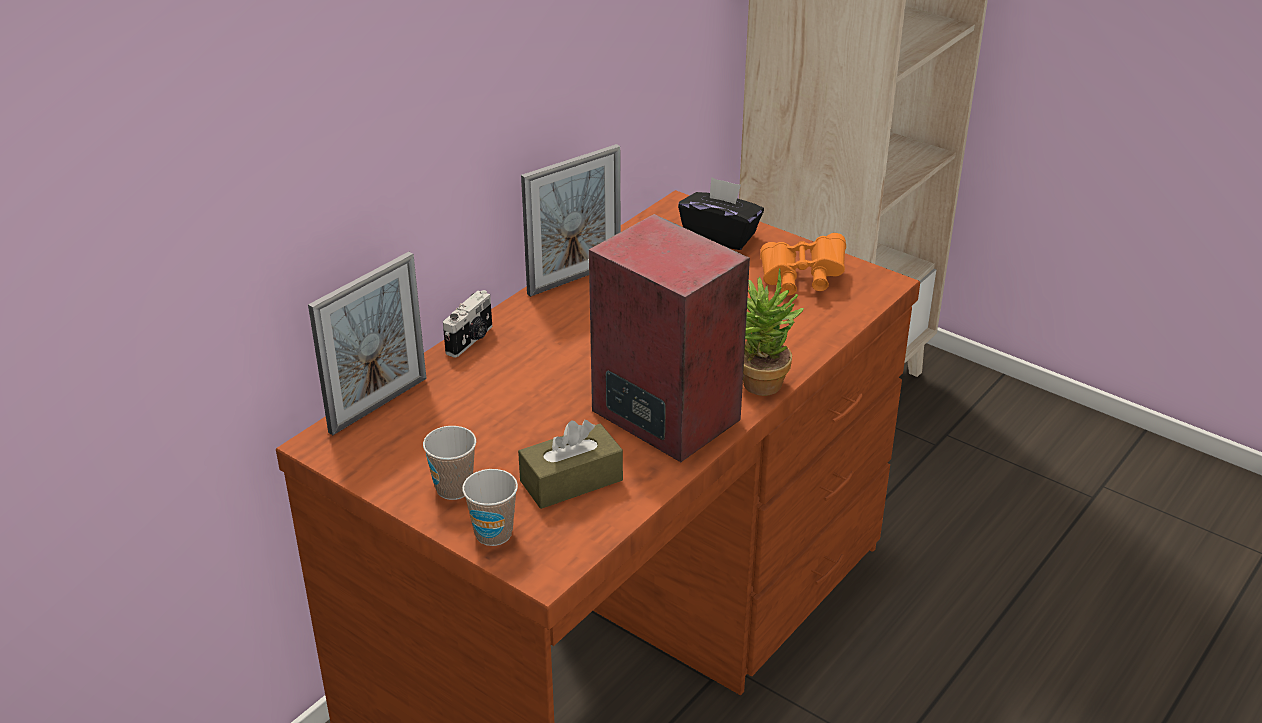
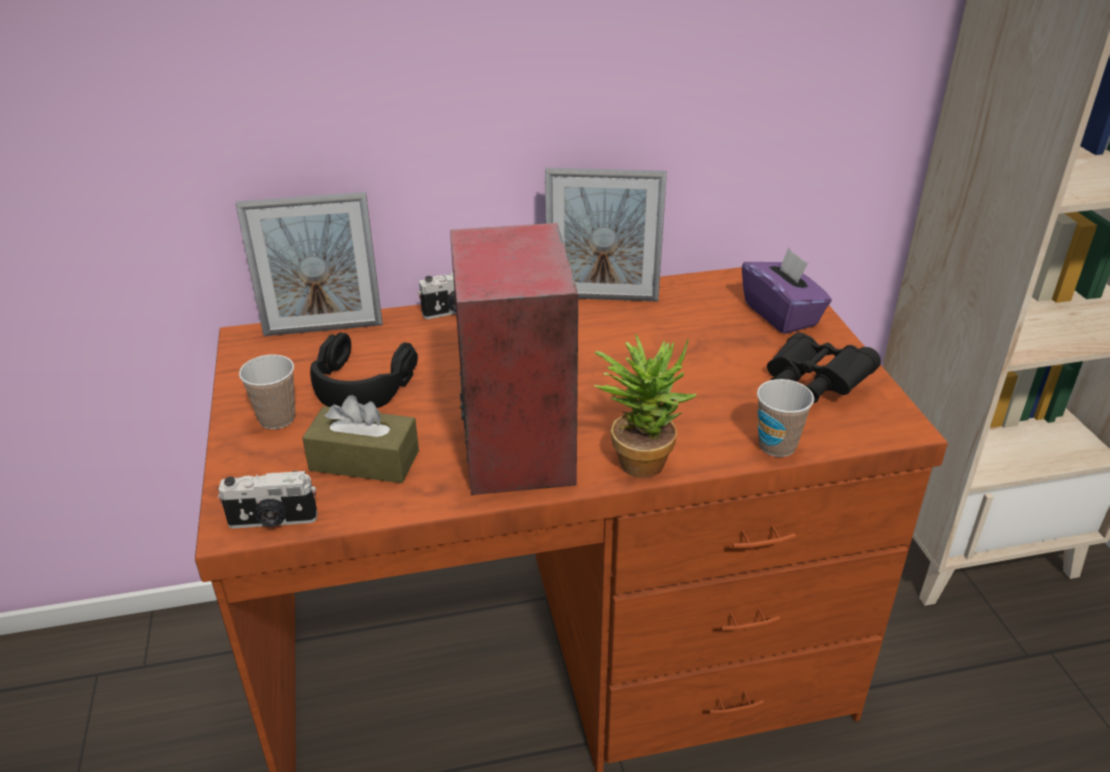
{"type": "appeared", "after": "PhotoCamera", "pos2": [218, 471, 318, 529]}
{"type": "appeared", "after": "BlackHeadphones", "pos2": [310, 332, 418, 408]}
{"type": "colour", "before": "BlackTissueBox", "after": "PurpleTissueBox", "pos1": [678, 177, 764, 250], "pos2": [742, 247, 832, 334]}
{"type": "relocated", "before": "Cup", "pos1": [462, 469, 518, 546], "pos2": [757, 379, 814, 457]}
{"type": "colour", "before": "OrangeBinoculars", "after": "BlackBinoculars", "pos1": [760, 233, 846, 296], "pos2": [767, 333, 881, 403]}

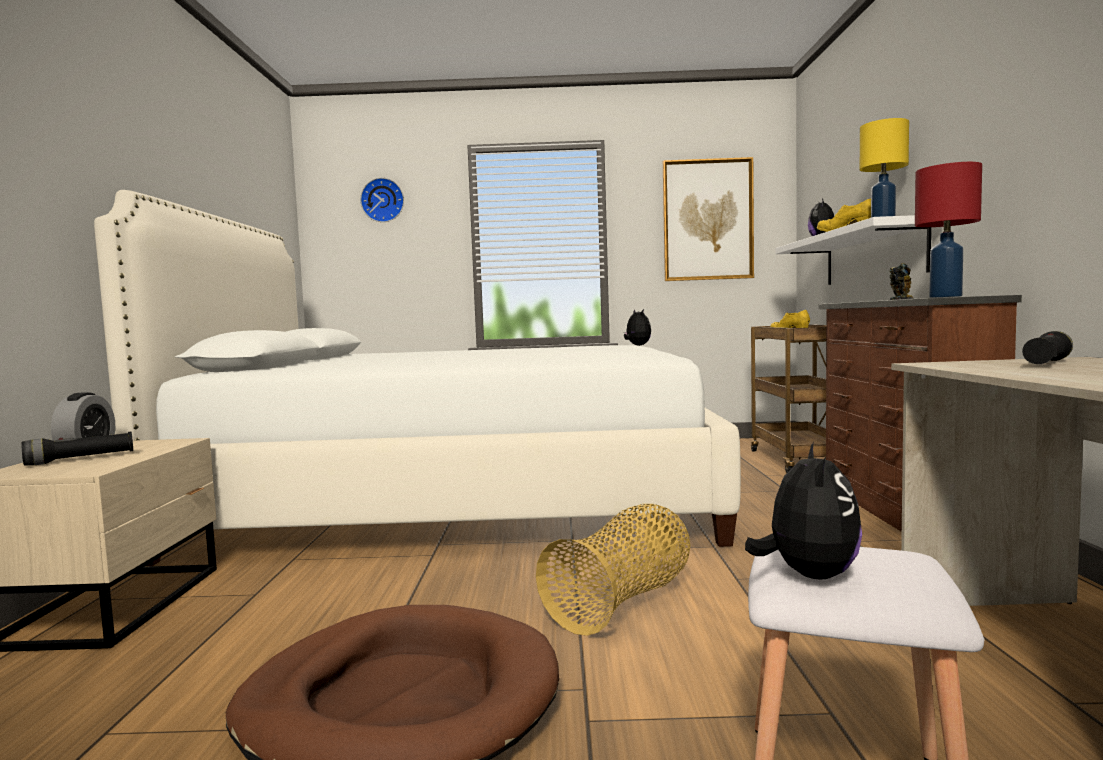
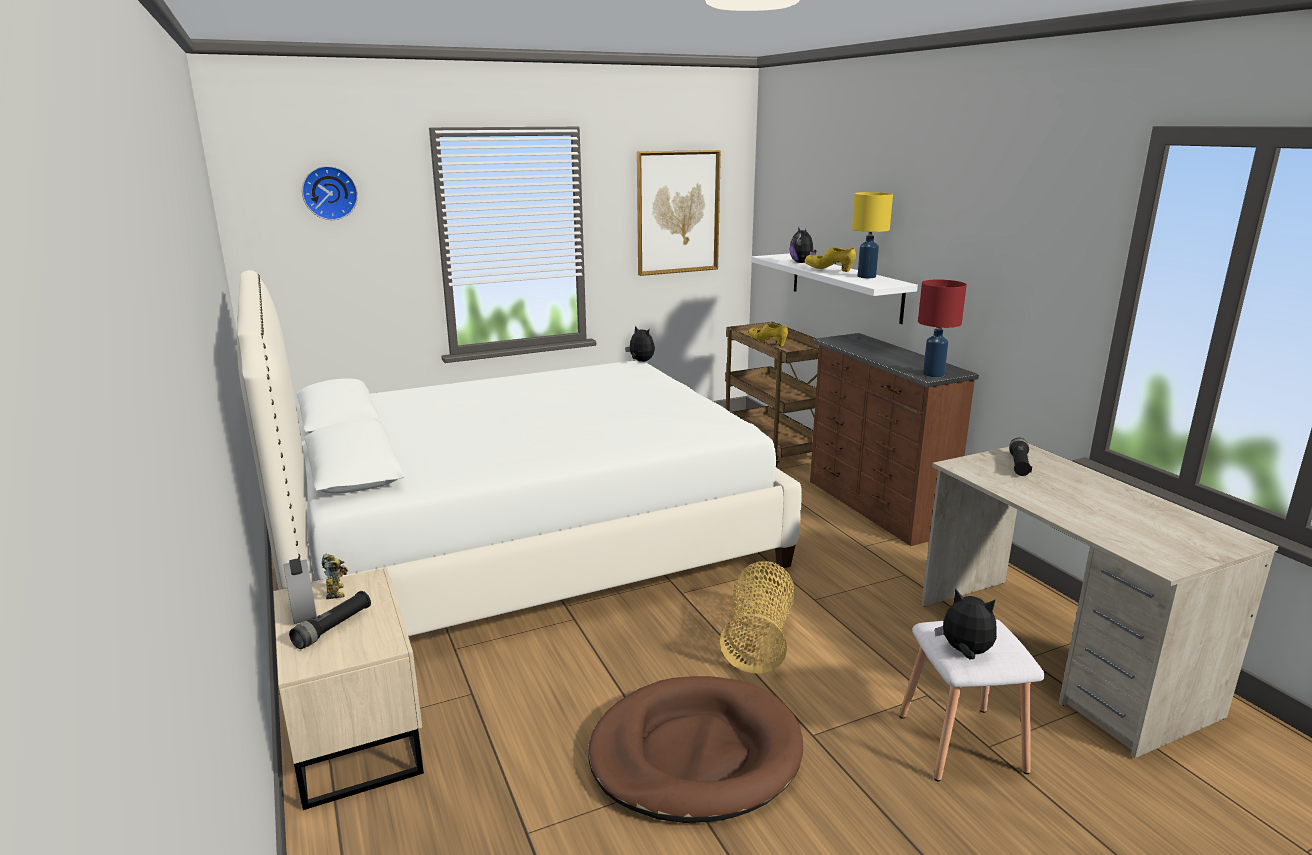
{"type": "relocated", "before": "ToyRobot", "pos1": [889, 263, 914, 300], "pos2": [322, 554, 348, 599]}
{"type": "spun", "before": "PlushToy", "pos1": [745, 442, 862, 579], "pos2": [935, 588, 997, 659], "turn": -45}

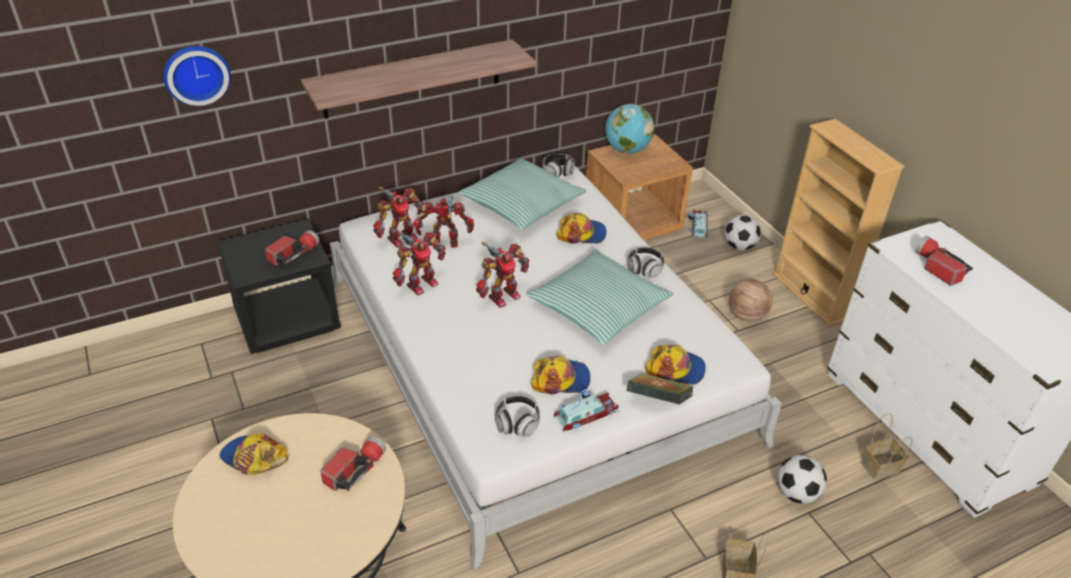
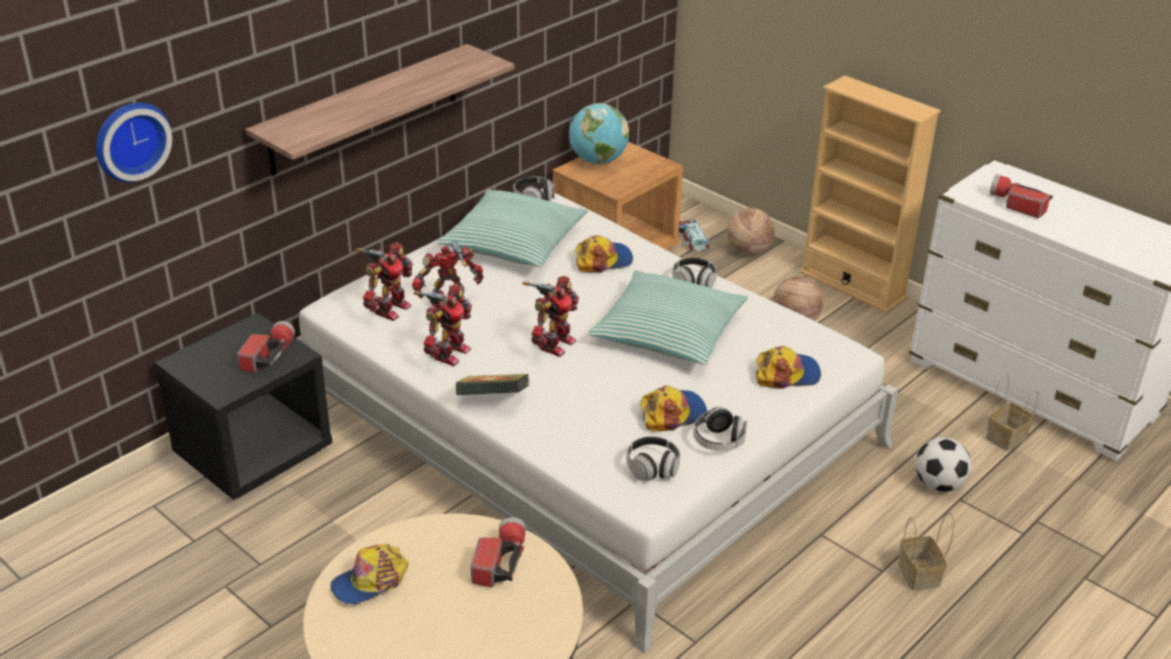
{"type": "spun", "before": "Cap", "pos1": [219, 434, 288, 475], "pos2": [331, 544, 409, 604], "turn": -45}
{"type": "relocated", "before": "Book", "pos1": [627, 373, 694, 404], "pos2": [456, 374, 529, 395]}
{"type": "exchanged", "before": "ToyCar", "after": "Headphones", "pos1": [553, 389, 619, 432], "pos2": [693, 407, 747, 451]}
{"type": "exchanged", "before": "Football", "after": "Basketball", "pos1": [725, 215, 761, 250], "pos2": [727, 208, 774, 255]}

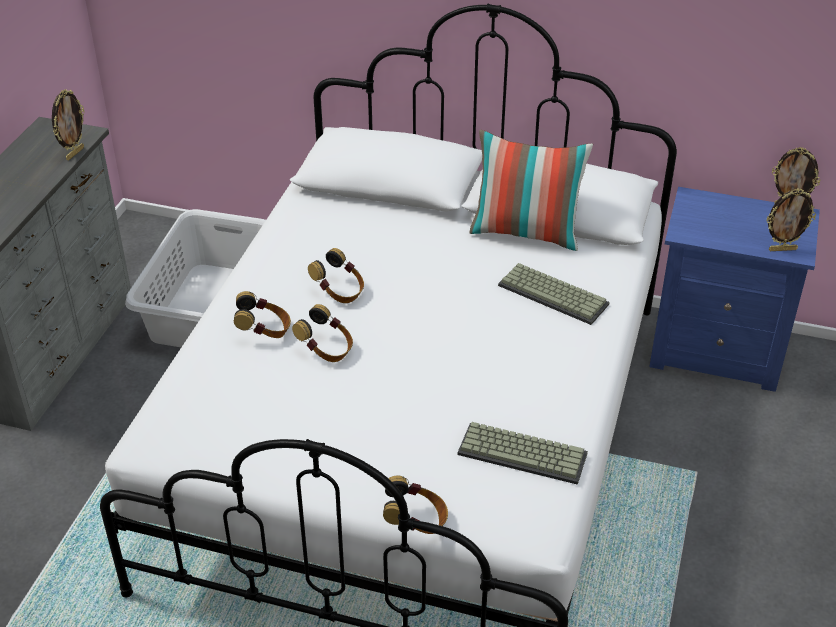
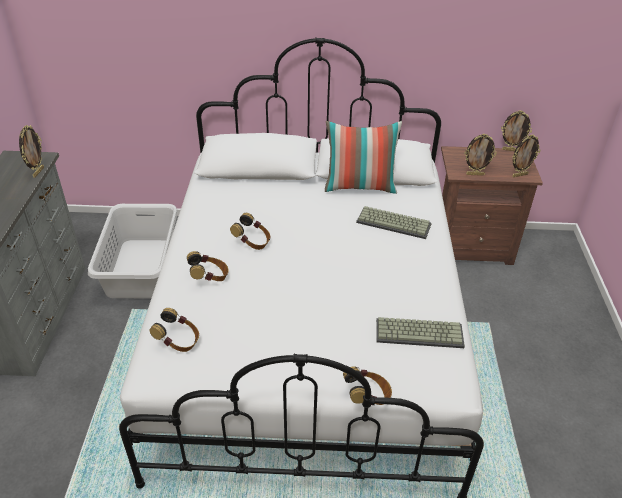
{"type": "relocated", "before": "Headphones", "pos1": [292, 304, 353, 362], "pos2": [150, 308, 199, 352]}
{"type": "colour", "before": "BlueNightstand", "after": "BrownNightstand", "pos1": [649, 187, 820, 392], "pos2": [441, 146, 543, 265]}
{"type": "appeared", "after": "PictureFrame", "pos2": [464, 134, 497, 176]}

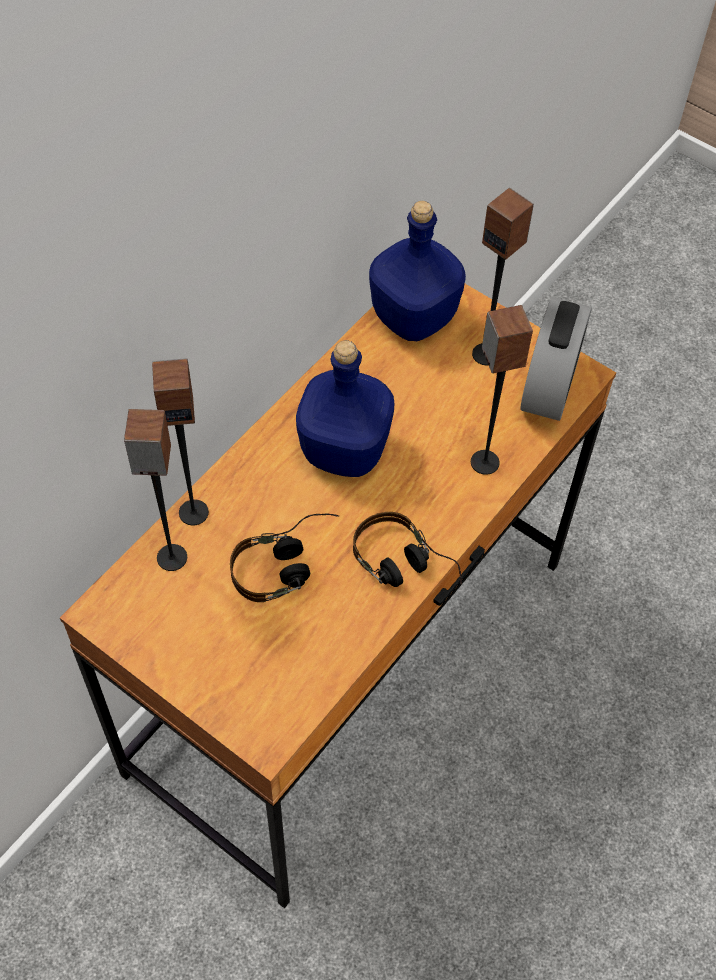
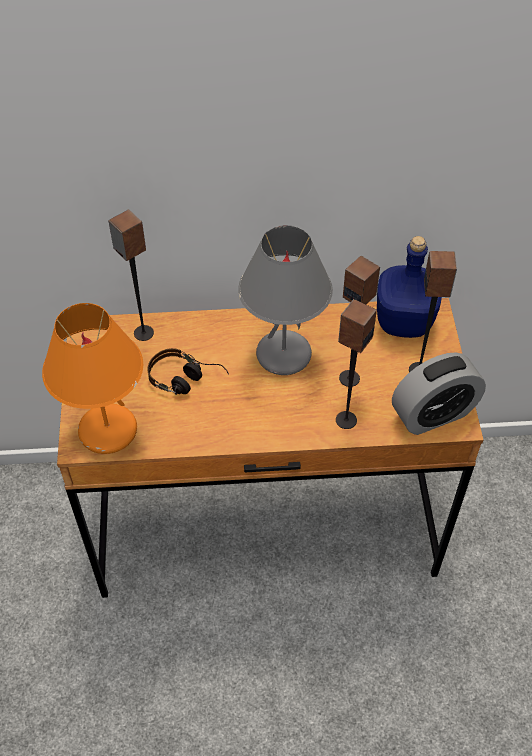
{"type": "appeared", "after": "OrangeTableLamp", "pos2": [42, 303, 143, 454]}
{"type": "exchanged", "before": "BlueBottle", "after": "GreyTableLamp", "pos1": [296, 340, 394, 477], "pos2": [238, 225, 333, 375]}
{"type": "relocated", "before": "Speaker", "pos1": [152, 358, 209, 525], "pos2": [339, 255, 380, 387]}
{"type": "missing", "before": "Headphones", "pos1": [353, 512, 462, 587]}

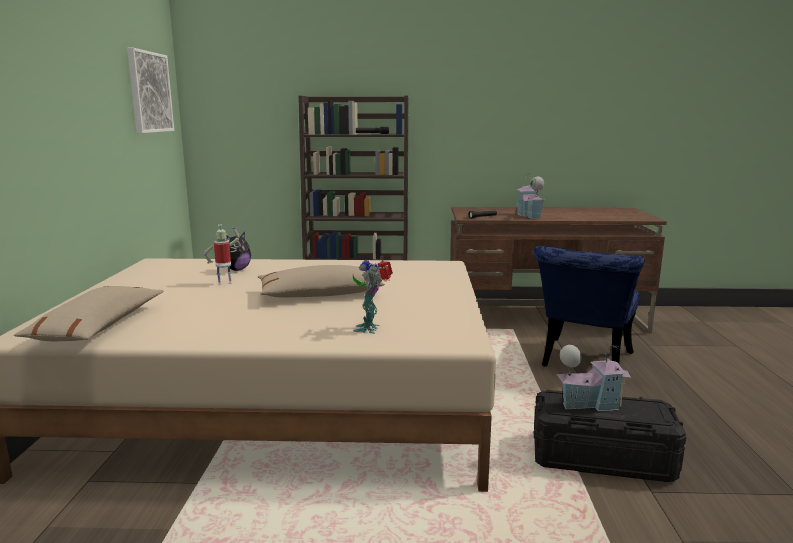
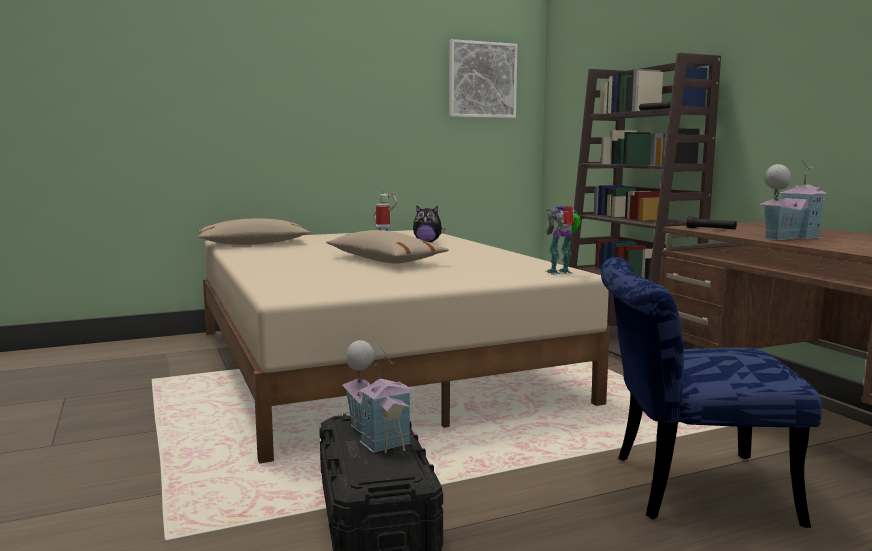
{"type": "relocated", "before": "ToyRobot", "pos1": [353, 260, 393, 334], "pos2": [546, 206, 581, 275]}

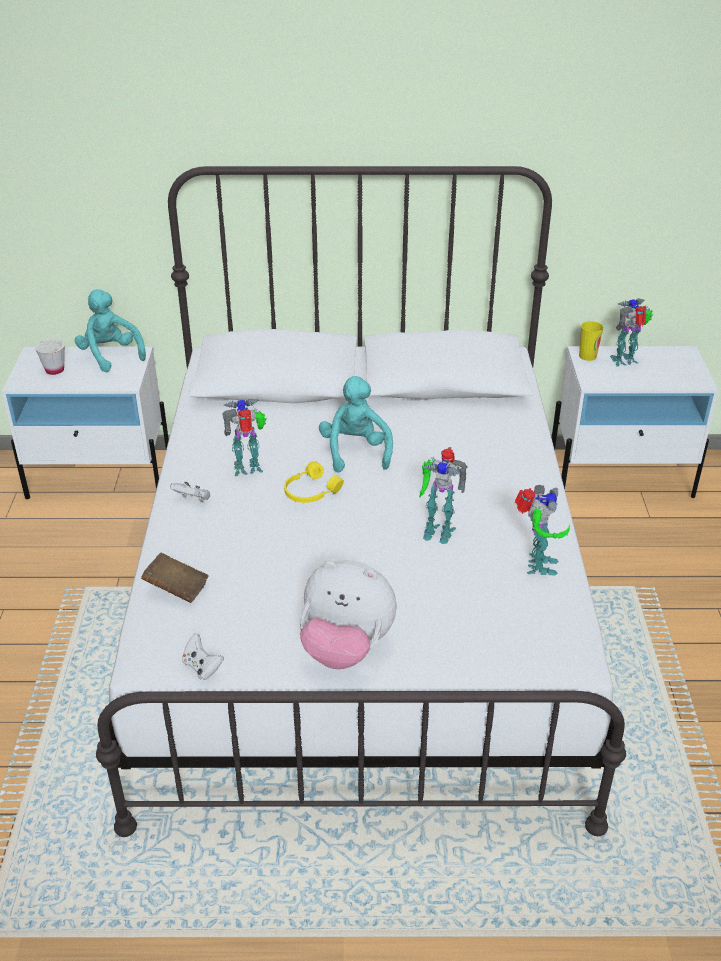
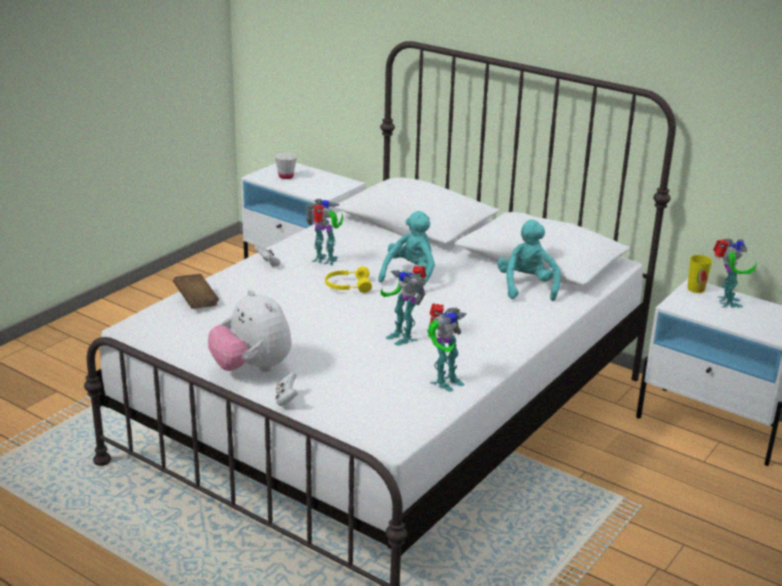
{"type": "relocated", "before": "WhiteGameController", "pos1": [182, 633, 224, 680], "pos2": [276, 372, 298, 406]}
{"type": "relocated", "before": "TurquoisePlushToy", "pos1": [75, 289, 146, 372], "pos2": [497, 220, 561, 301]}
{"type": "spun", "before": "ToyRobot", "pos1": [610, 298, 653, 367], "pos2": [713, 238, 756, 308], "turn": 75}

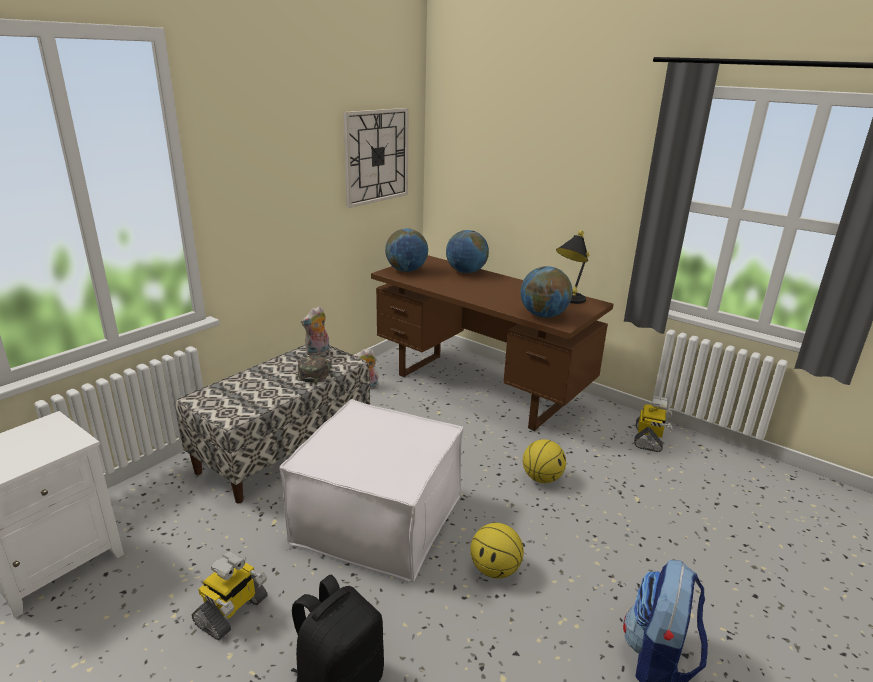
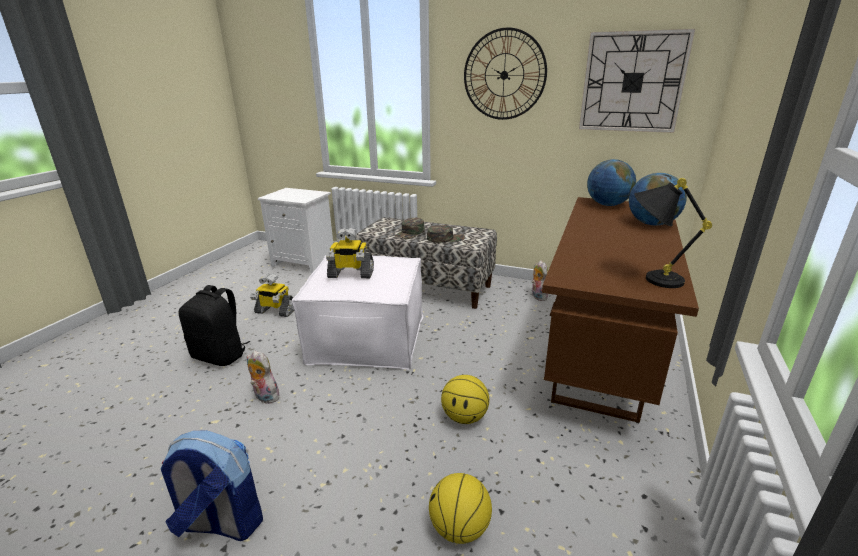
{"type": "relocated", "before": "PlushToy", "pos1": [301, 306, 329, 356], "pos2": [247, 351, 279, 404]}
{"type": "relocated", "before": "ToyRobot", "pos1": [634, 396, 672, 452], "pos2": [326, 228, 374, 278]}
{"type": "appeared", "after": "GreenCap", "pos2": [394, 217, 425, 239]}
{"type": "relocated", "before": "Basketball", "pos1": [470, 523, 524, 578], "pos2": [429, 473, 492, 544]}
{"type": "appeared", "after": "WallClock", "pos2": [464, 27, 547, 120]}
{"type": "missing", "before": "Globe", "pos1": [520, 266, 572, 318]}

